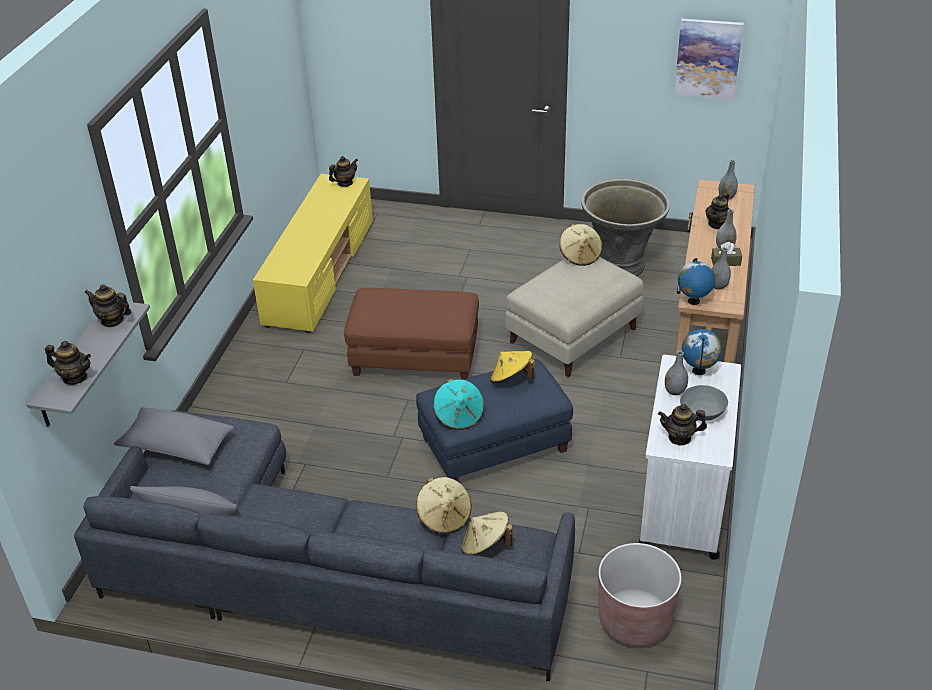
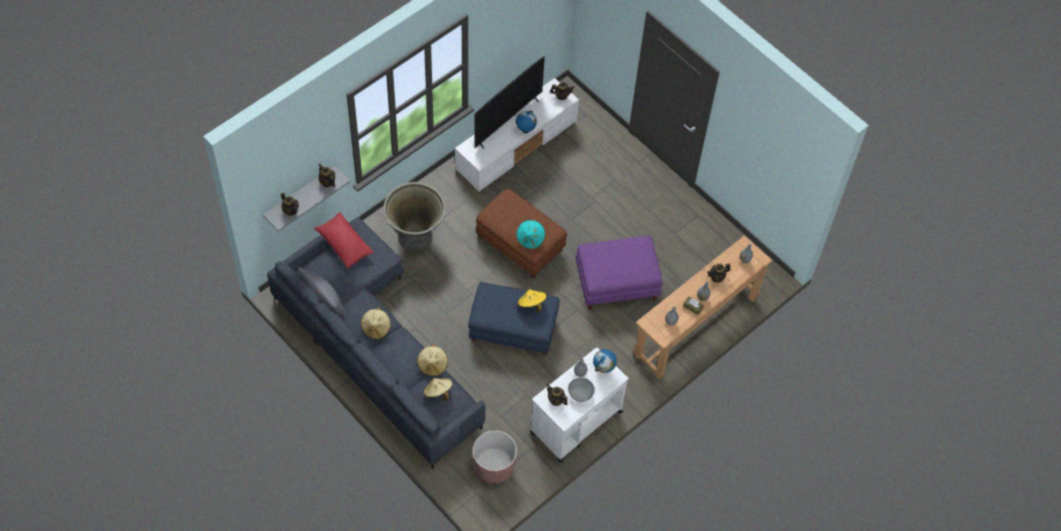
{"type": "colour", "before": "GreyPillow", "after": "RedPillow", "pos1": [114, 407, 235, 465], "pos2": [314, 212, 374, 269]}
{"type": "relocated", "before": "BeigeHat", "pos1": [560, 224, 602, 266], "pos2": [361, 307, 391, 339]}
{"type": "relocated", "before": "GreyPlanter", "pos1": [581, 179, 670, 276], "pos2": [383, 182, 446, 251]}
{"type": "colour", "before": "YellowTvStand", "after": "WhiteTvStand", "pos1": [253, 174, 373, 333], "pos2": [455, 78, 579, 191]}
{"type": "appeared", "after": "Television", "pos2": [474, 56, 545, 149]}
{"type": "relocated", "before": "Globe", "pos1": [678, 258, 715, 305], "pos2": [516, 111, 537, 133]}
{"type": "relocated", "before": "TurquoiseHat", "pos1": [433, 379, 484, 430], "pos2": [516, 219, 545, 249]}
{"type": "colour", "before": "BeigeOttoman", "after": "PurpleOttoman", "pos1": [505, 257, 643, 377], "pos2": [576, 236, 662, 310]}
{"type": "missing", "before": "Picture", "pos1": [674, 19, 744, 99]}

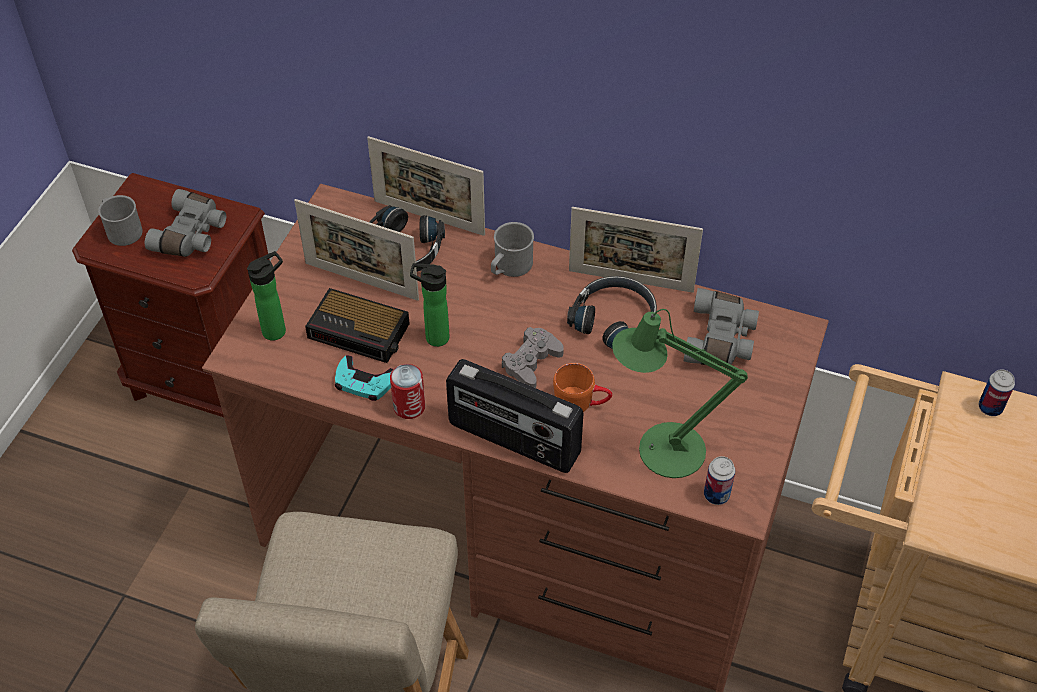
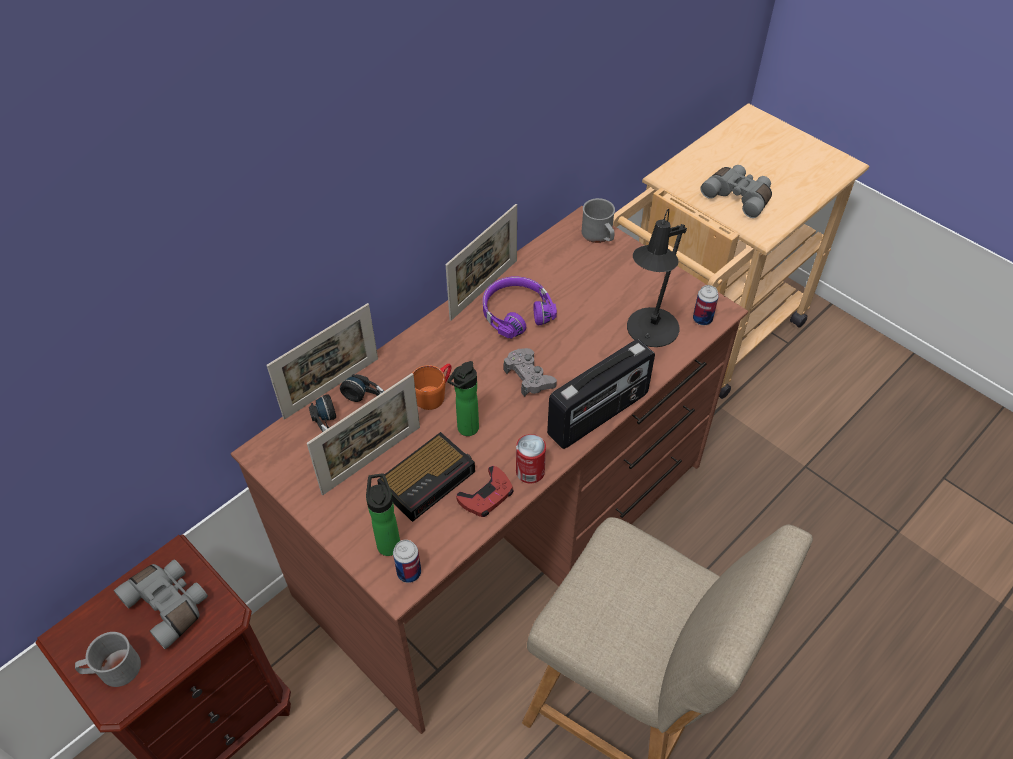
{"type": "relocated", "before": "Can", "pos1": [978, 369, 1015, 416], "pos2": [393, 540, 421, 583]}
{"type": "relocated", "before": "OrangeMug", "pos1": [553, 363, 612, 412], "pos2": [413, 364, 451, 410]}
{"type": "colour", "before": "TurquoiseGameController", "after": "RedGameController", "pos1": [335, 355, 393, 401], "pos2": [456, 466, 514, 517]}
{"type": "colour", "before": "BlackHeadphones", "after": "PurpleHeadphones", "pos1": [567, 276, 657, 349], "pos2": [483, 276, 557, 339]}
{"type": "relocated", "before": "GreyMug", "pos1": [491, 222, 534, 277], "pos2": [582, 198, 615, 243]}
{"type": "colour", "before": "GreenTableLamp", "after": "BlackTableLamp", "pos1": [612, 309, 748, 478], "pos2": [627, 209, 687, 347]}
{"type": "relocated", "before": "GreyBinoculars", "pos1": [684, 288, 759, 365], "pos2": [700, 165, 772, 218]}

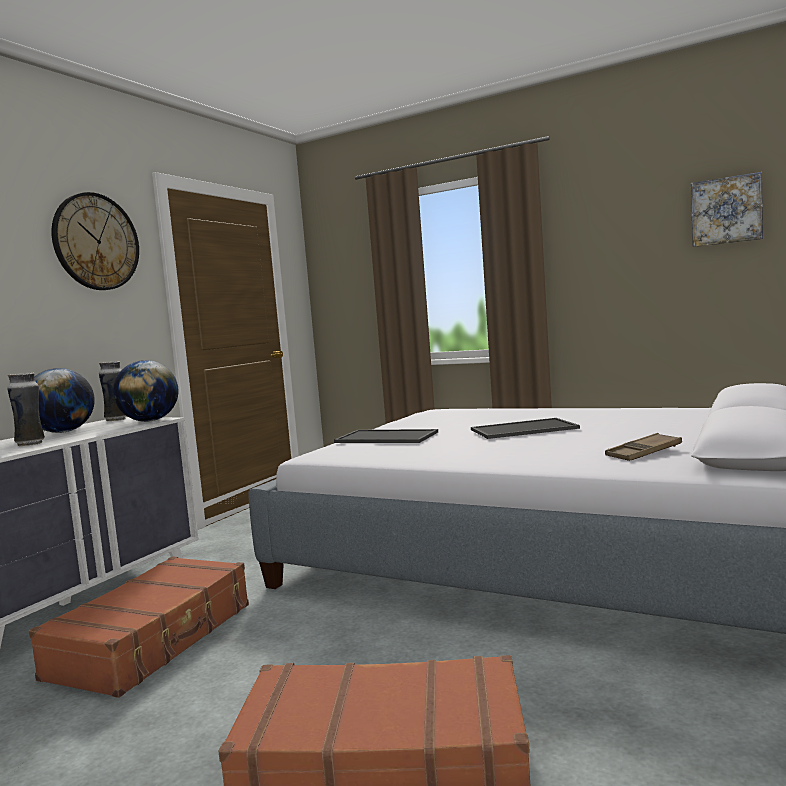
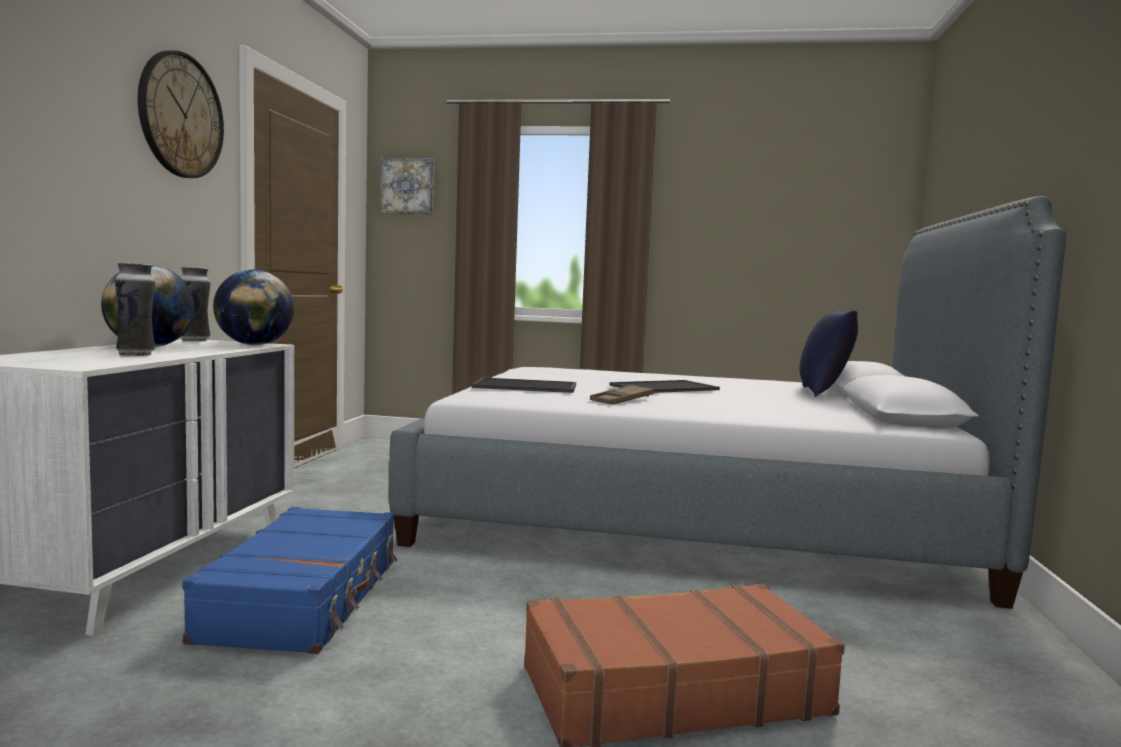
{"type": "colour", "before": "BrownSuitcase", "after": "BlueSuitcase", "pos1": [29, 556, 249, 698], "pos2": [182, 507, 398, 654]}
{"type": "relocated", "before": "Picture", "pos1": [691, 172, 763, 247], "pos2": [380, 158, 434, 215]}
{"type": "relocated", "before": "BrownTray", "pos1": [605, 433, 682, 461], "pos2": [590, 385, 655, 404]}
{"type": "appeared", "after": "BluePillow", "pos2": [800, 308, 858, 397]}

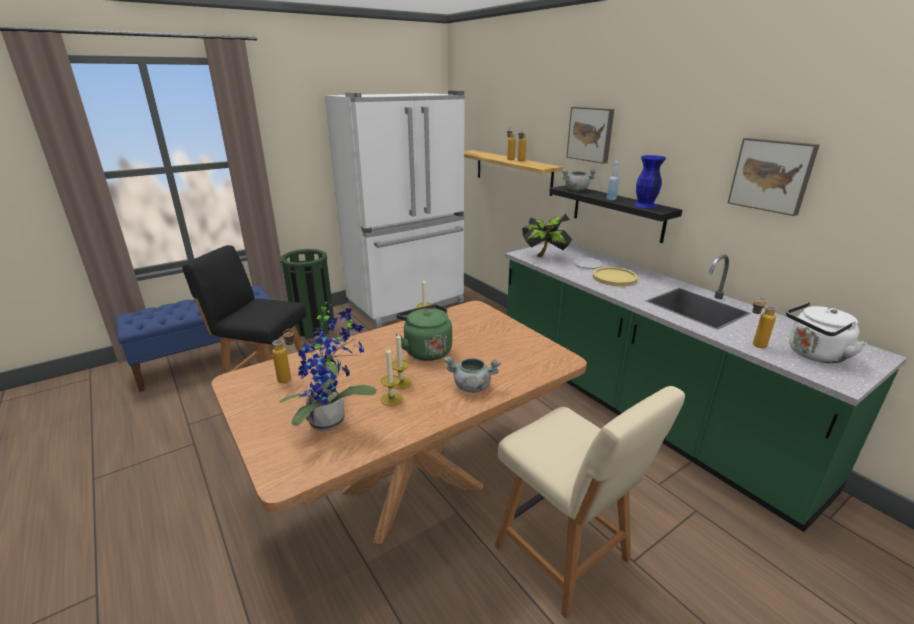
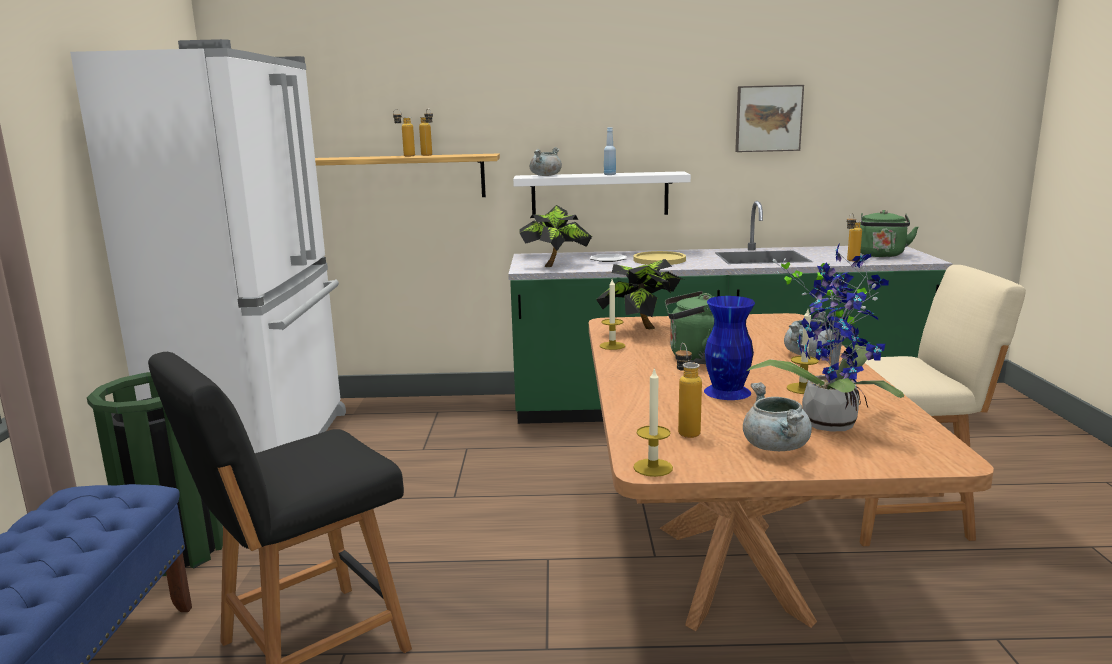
{"type": "colour", "before": "BlackShelf", "after": "WhiteShelf", "pos1": [549, 185, 682, 243], "pos2": [513, 171, 691, 215]}
{"type": "appeared", "after": "PottedPlant", "pos2": [596, 259, 684, 329]}
{"type": "relocated", "before": "Candle", "pos1": [392, 333, 412, 389], "pos2": [633, 367, 673, 477]}
{"type": "relocated", "before": "BlueVase", "pos1": [633, 155, 666, 208], "pos2": [704, 296, 755, 400]}
{"type": "appeared", "after": "GreyCookingPot", "pos2": [743, 382, 812, 451]}
{"type": "colour", "before": "WhiteKettle", "after": "GreenKettle", "pos1": [786, 302, 867, 363], "pos2": [860, 210, 919, 257]}
{"type": "missing", "before": "Picture", "pos1": [566, 107, 614, 164]}

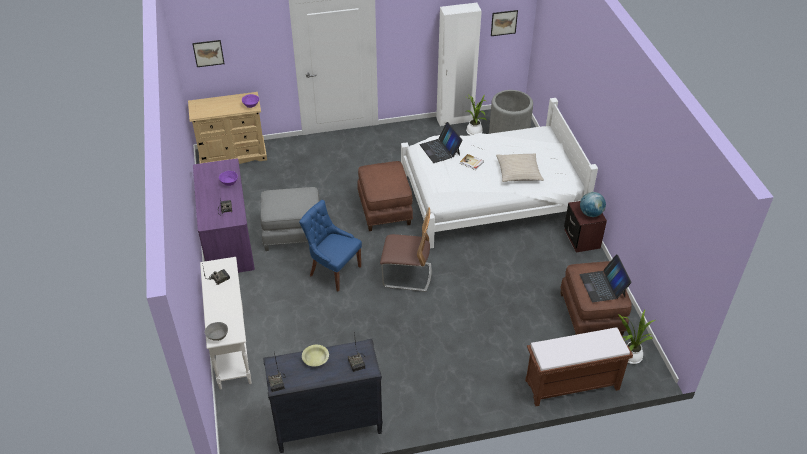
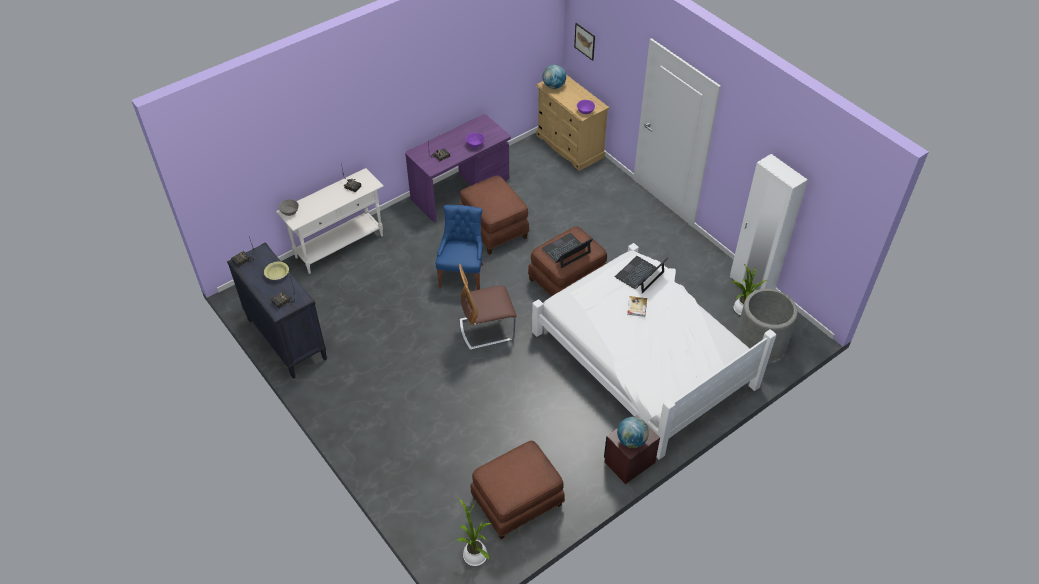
{"type": "colour", "before": "GreyOttoman", "after": "BrownOttoman", "pos1": [261, 187, 319, 251], "pos2": [459, 175, 529, 255]}
{"type": "spun", "before": "Chair", "pos1": [380, 207, 432, 292], "pos2": [459, 264, 517, 350], "turn": 90}
{"type": "relocated", "before": "Laptop", "pos1": [580, 254, 632, 302], "pos2": [541, 233, 593, 268]}
{"type": "appeared", "after": "Globe", "pos2": [543, 65, 566, 89]}
{"type": "missing", "before": "Picture", "pos1": [491, 10, 518, 36]}
{"type": "missing", "before": "BeigePillow", "pos1": [496, 153, 544, 182]}
{"type": "missing", "before": "BrownBench", "pos1": [525, 327, 633, 406]}

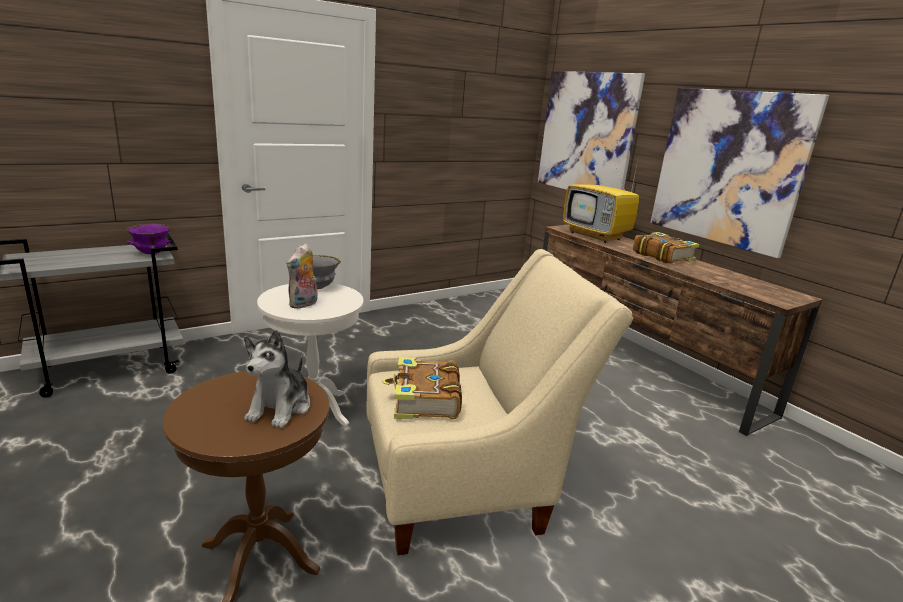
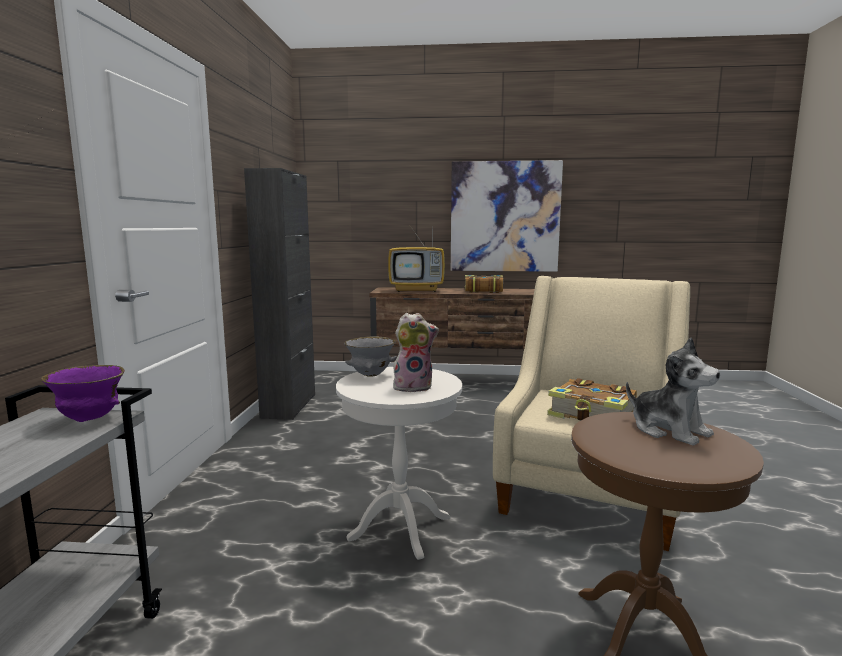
{"type": "appeared", "after": "BlackCabinet", "pos2": [244, 168, 315, 420]}
{"type": "spun", "before": "PlushToy", "pos1": [286, 243, 318, 309], "pos2": [393, 313, 439, 393], "turn": -75}
{"type": "missing", "before": "Picture", "pos1": [538, 71, 645, 190]}

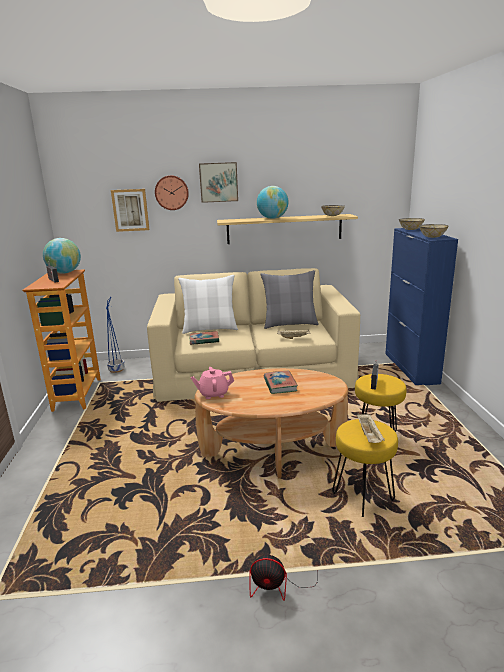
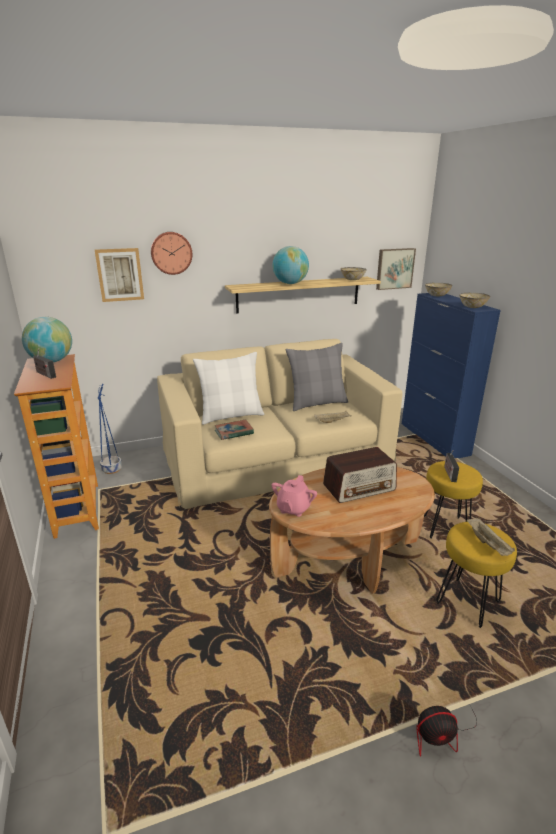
{"type": "spun", "before": "PinkTeapot", "pos1": [191, 367, 234, 399], "pos2": [271, 475, 317, 517], "turn": -45}
{"type": "exchanged", "before": "Book", "after": "Radio", "pos1": [264, 371, 298, 394], "pos2": [323, 447, 397, 503]}
{"type": "relocated", "before": "Picture", "pos1": [199, 162, 238, 203], "pos2": [376, 248, 416, 290]}

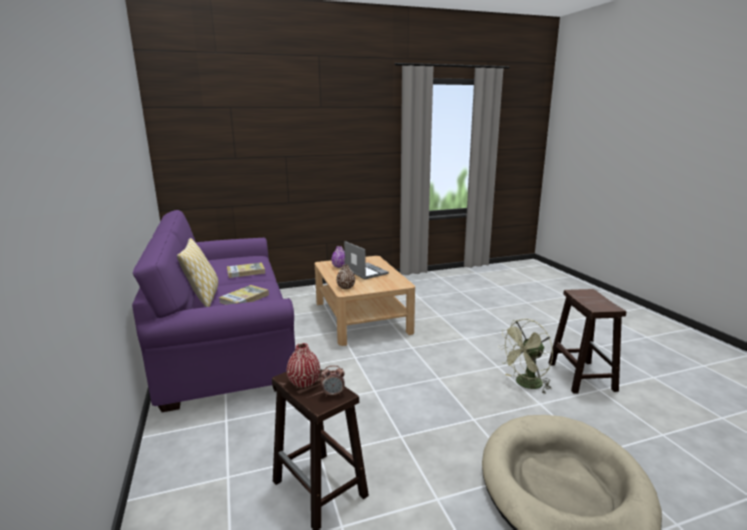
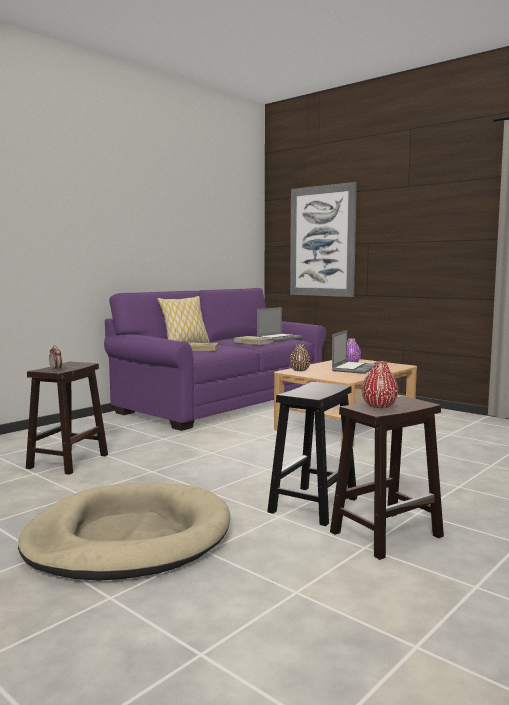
{"type": "appeared", "after": "Laptop", "pos2": [257, 307, 302, 342]}
{"type": "exchanged", "before": "GreenFan", "after": "BlackStool", "pos1": [498, 319, 553, 394], "pos2": [267, 382, 357, 526]}
{"type": "appeared", "after": "Picture", "pos2": [290, 182, 357, 297]}
{"type": "relocated", "before": "RedVase", "pos1": [286, 343, 320, 388], "pos2": [362, 361, 398, 408]}

